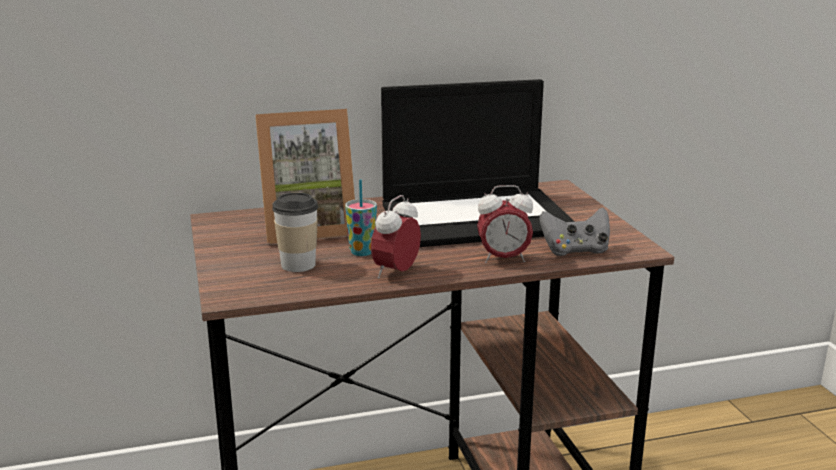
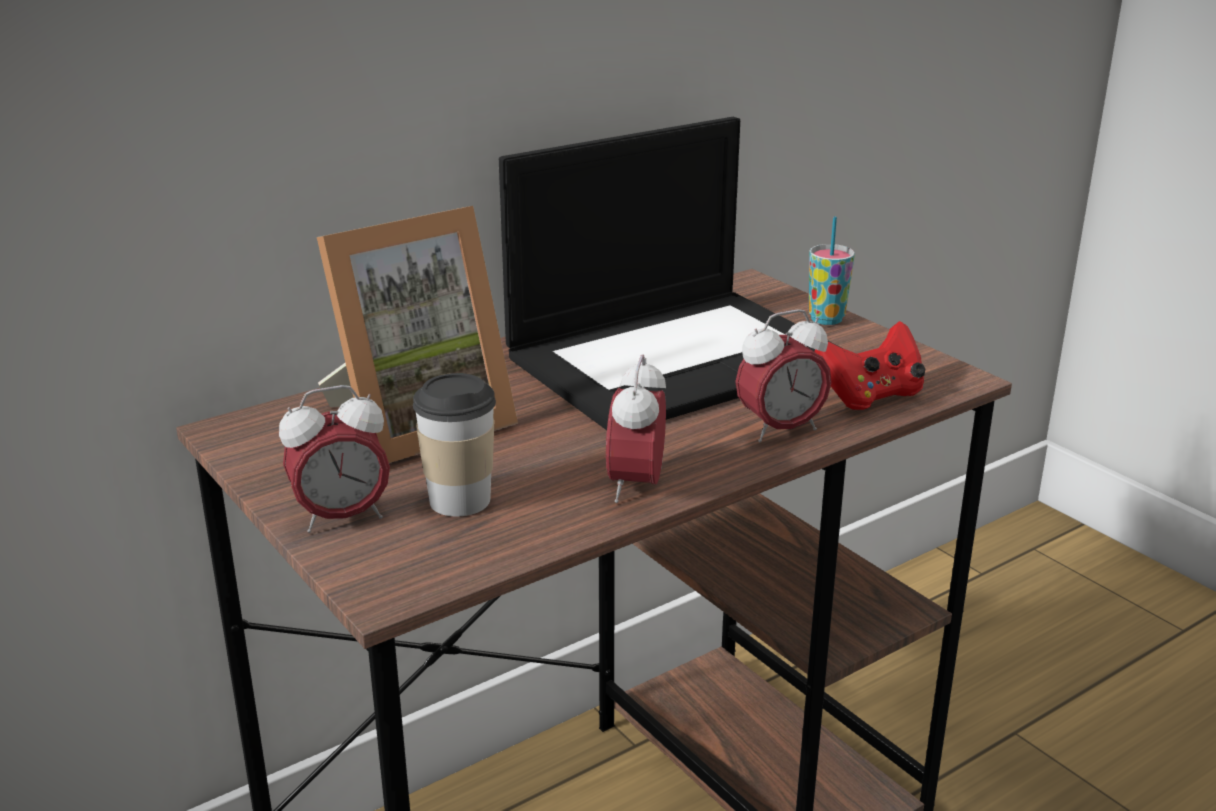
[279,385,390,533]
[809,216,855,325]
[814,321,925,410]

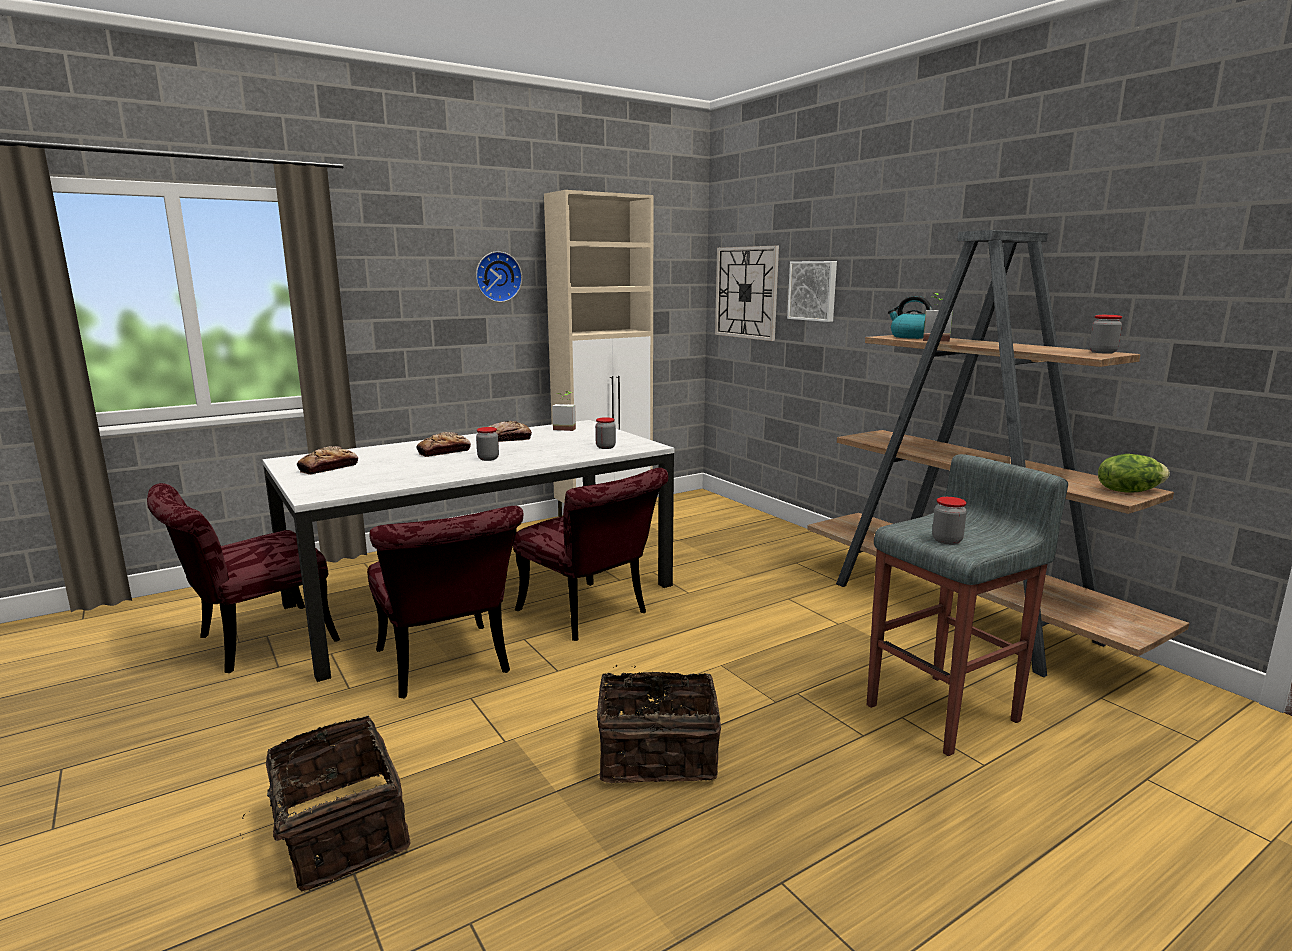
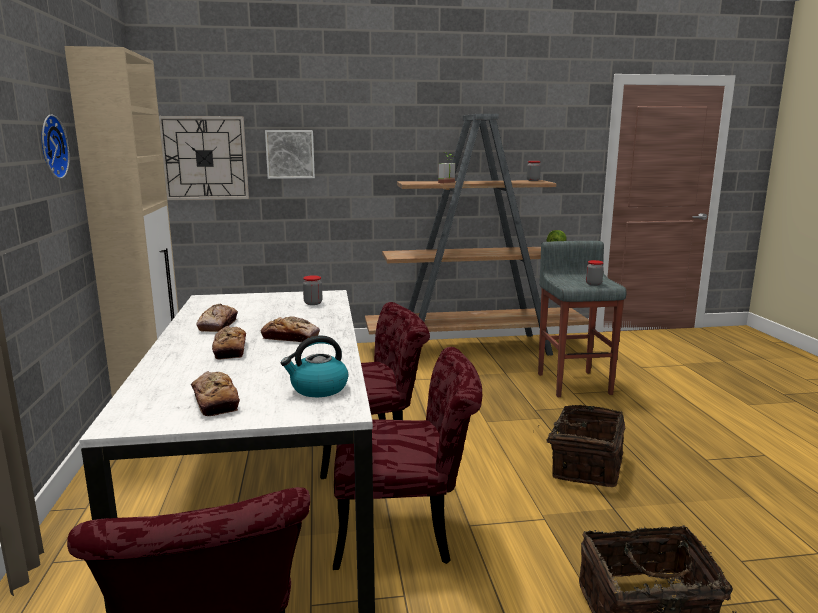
[261,316,320,342]
[281,335,348,397]
[552,391,576,431] (first image)

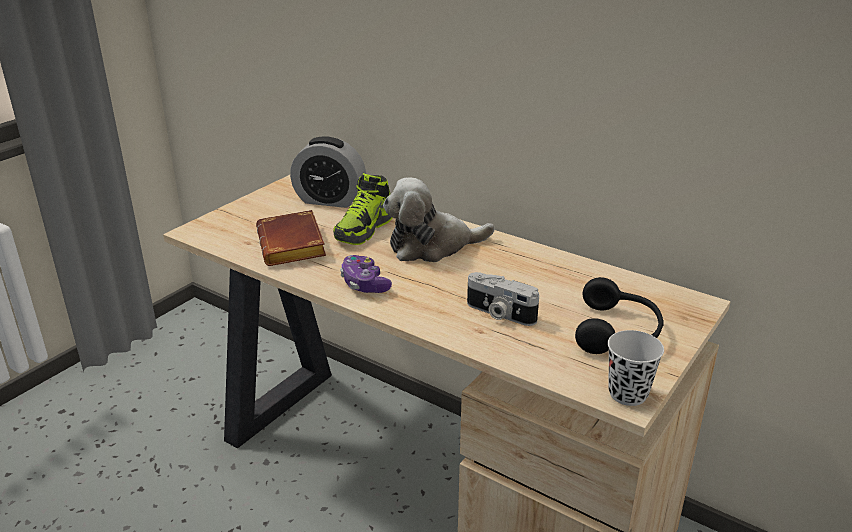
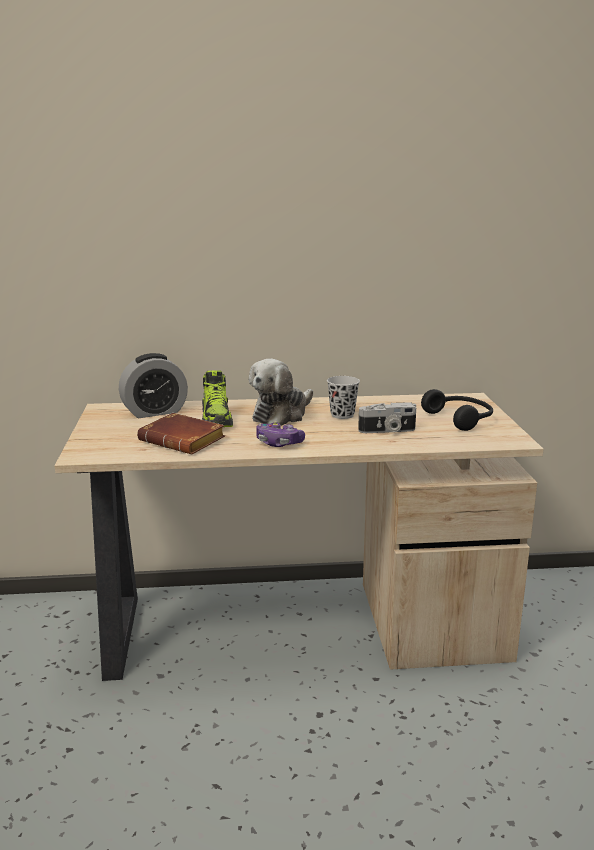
[327,376,360,419]

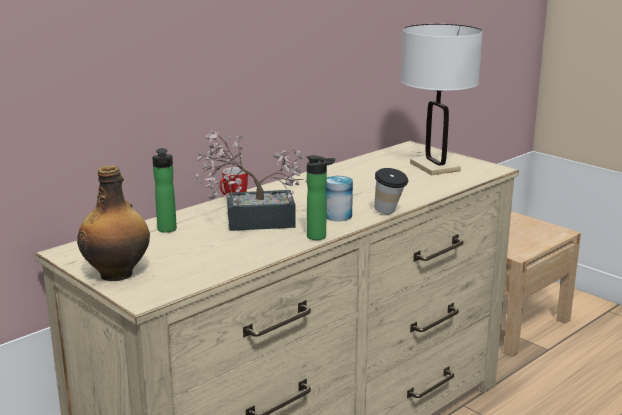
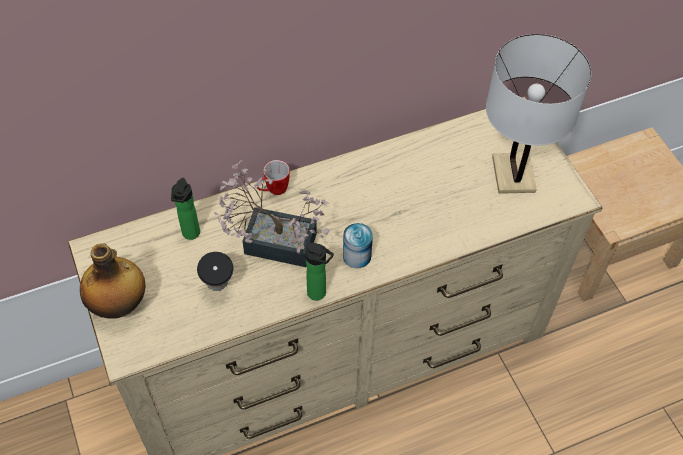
[197,252,234,291]

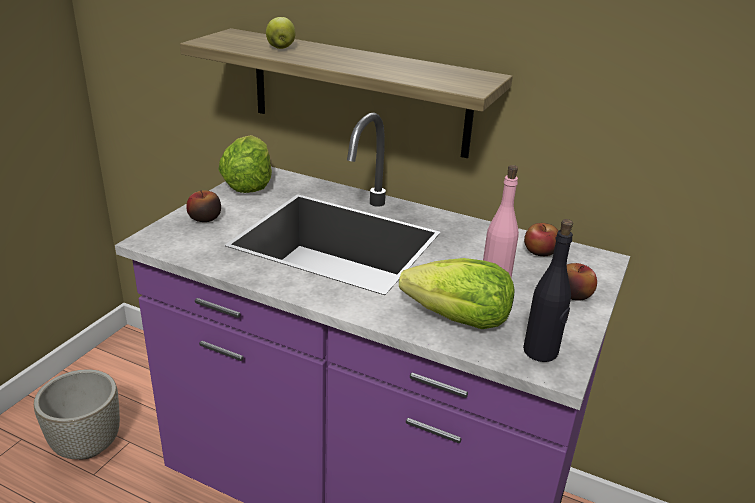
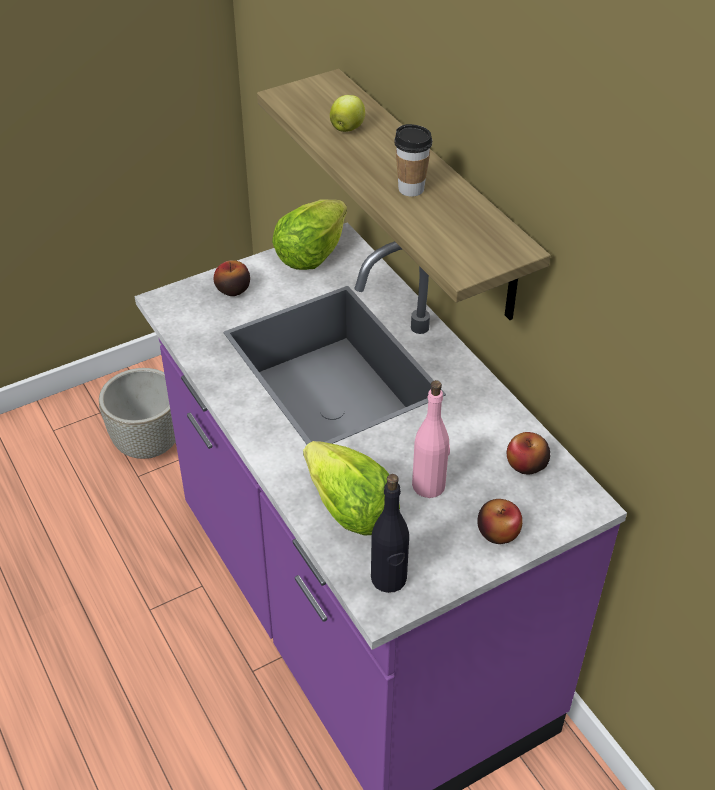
[394,124,432,197]

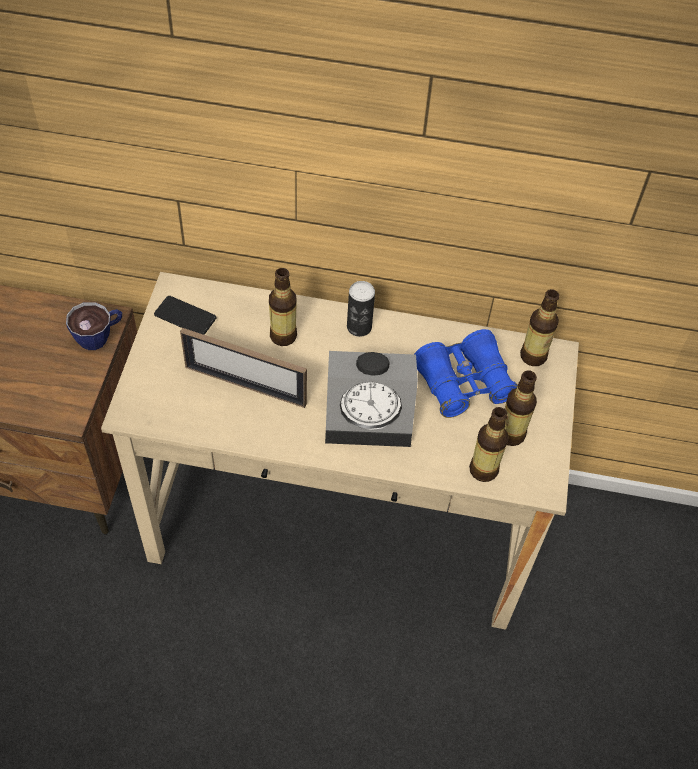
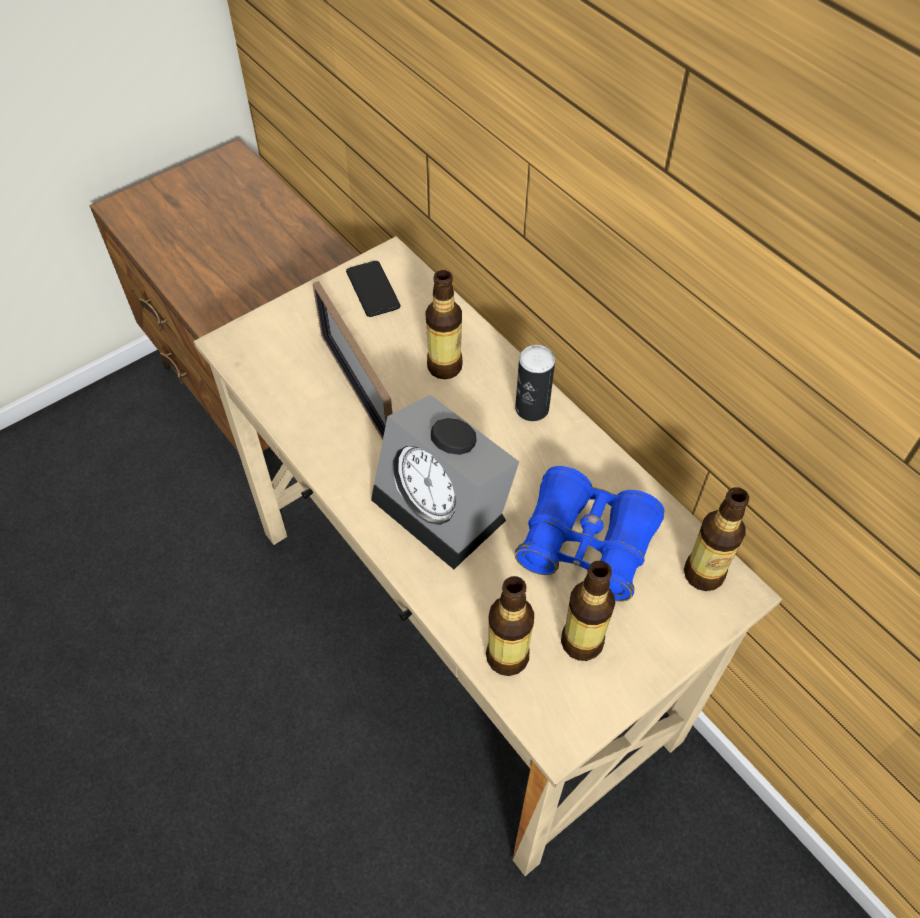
[66,302,122,350] (first image)

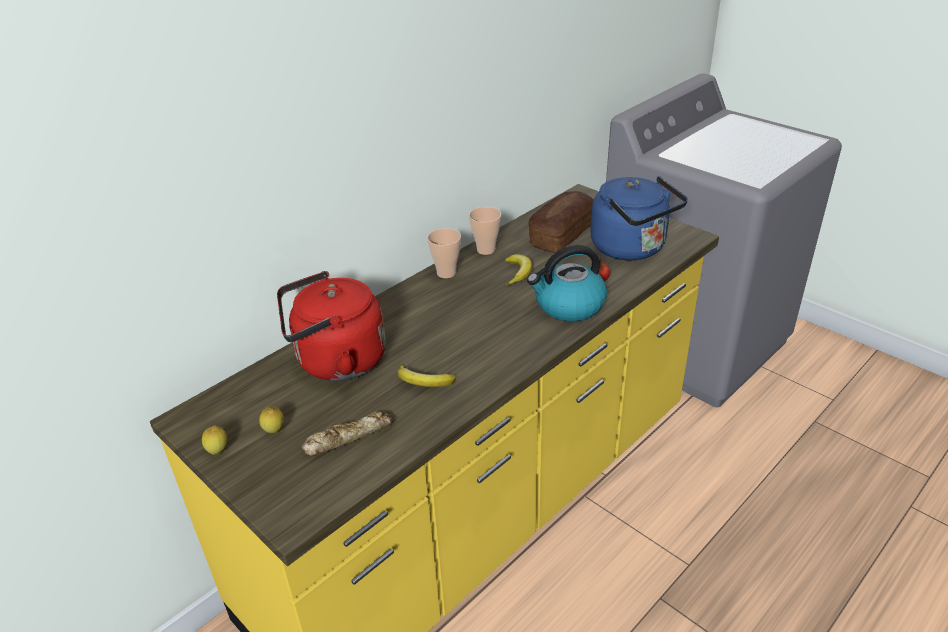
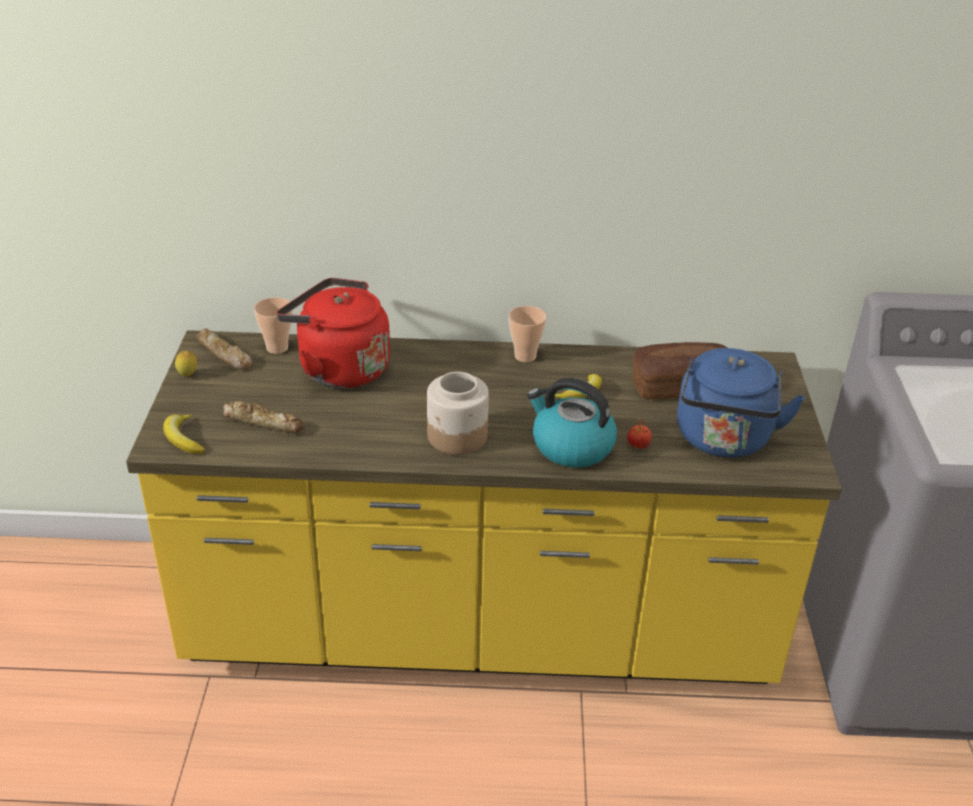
[163,414,205,454]
[196,328,252,370]
[254,297,292,354]
[427,372,489,455]
[259,407,284,433] (first image)

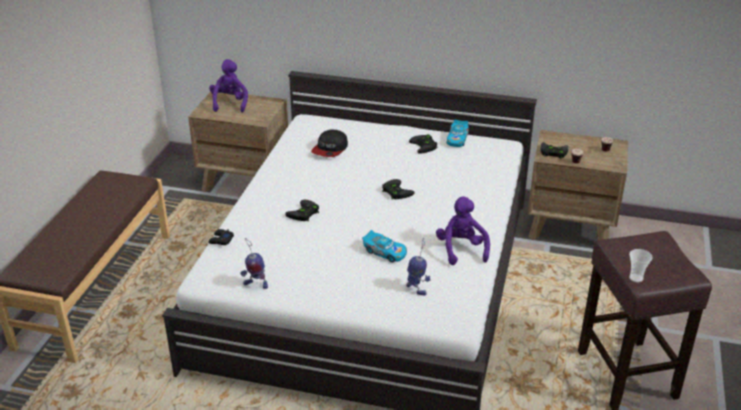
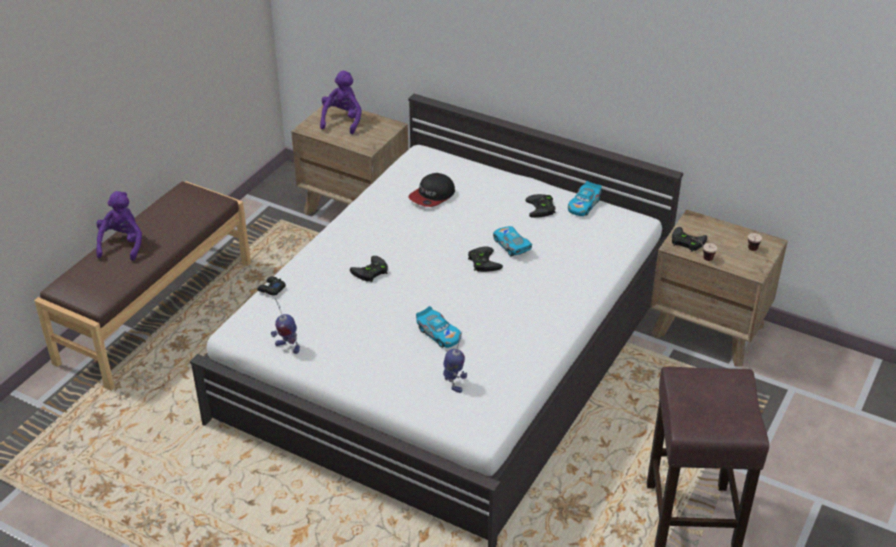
[96,191,142,261]
[493,226,532,256]
[629,249,653,282] (first image)

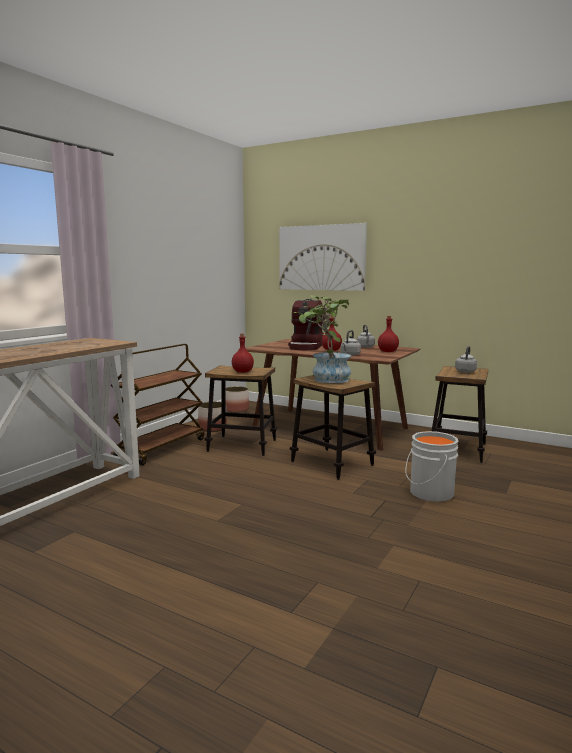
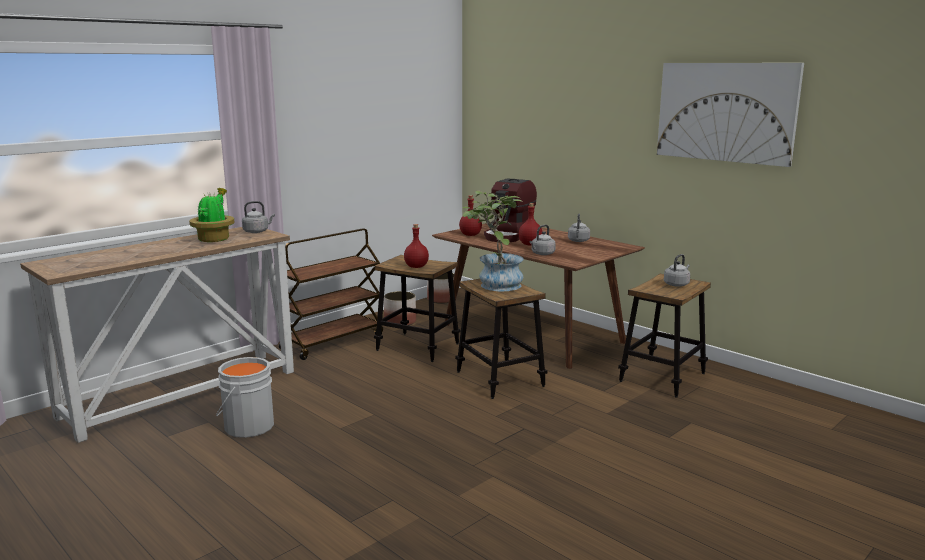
[189,188,234,242]
[216,357,274,438]
[242,201,275,233]
[459,196,482,236]
[657,63,804,167]

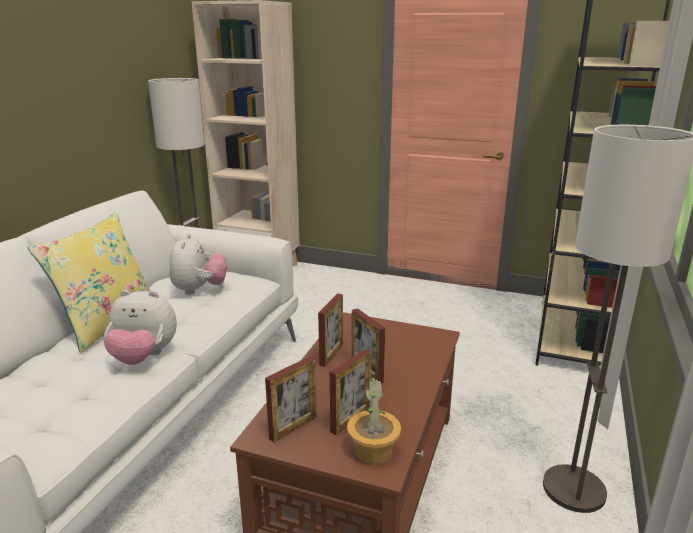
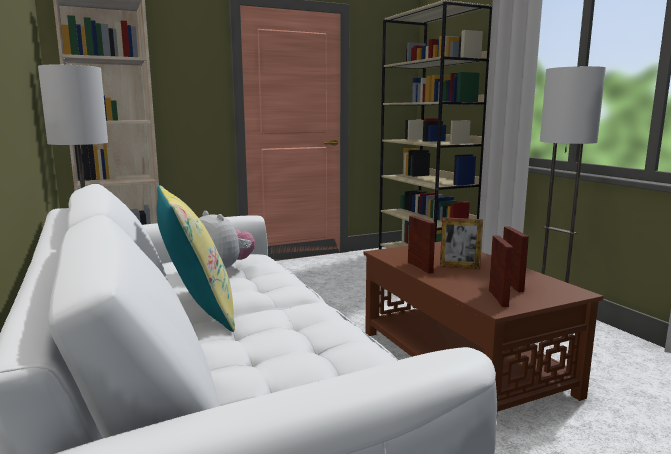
[104,290,177,365] (first image)
[347,376,401,464] (first image)

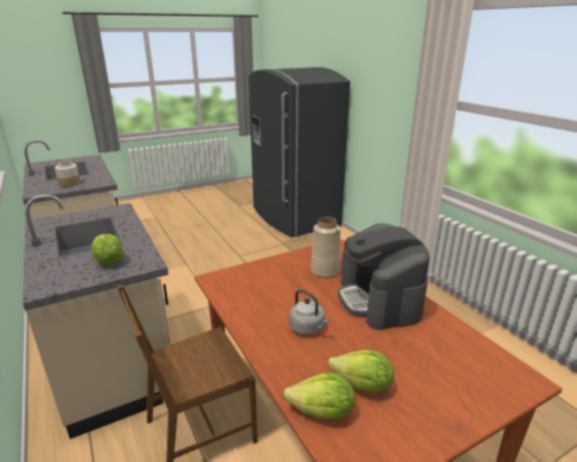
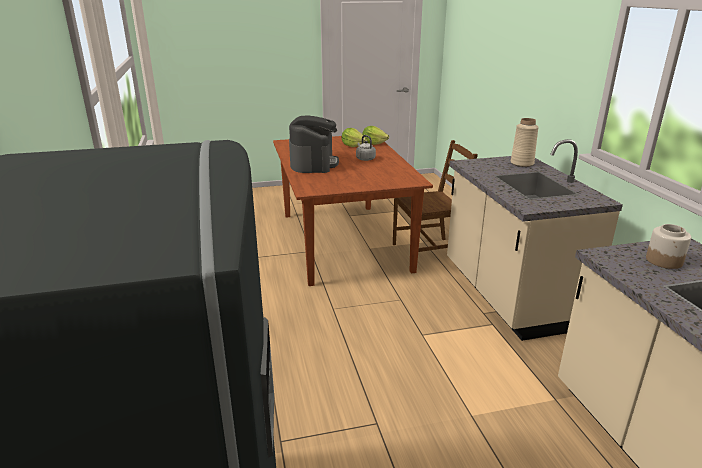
[511,118,539,167]
[91,234,124,265] (first image)

